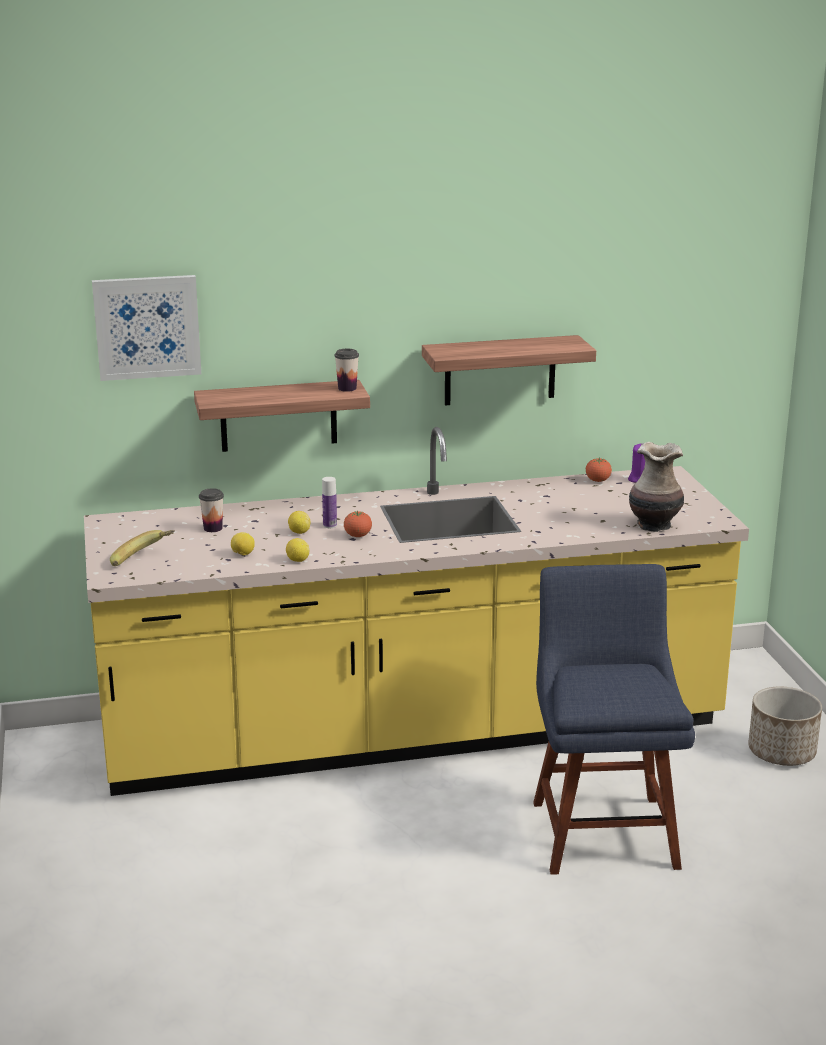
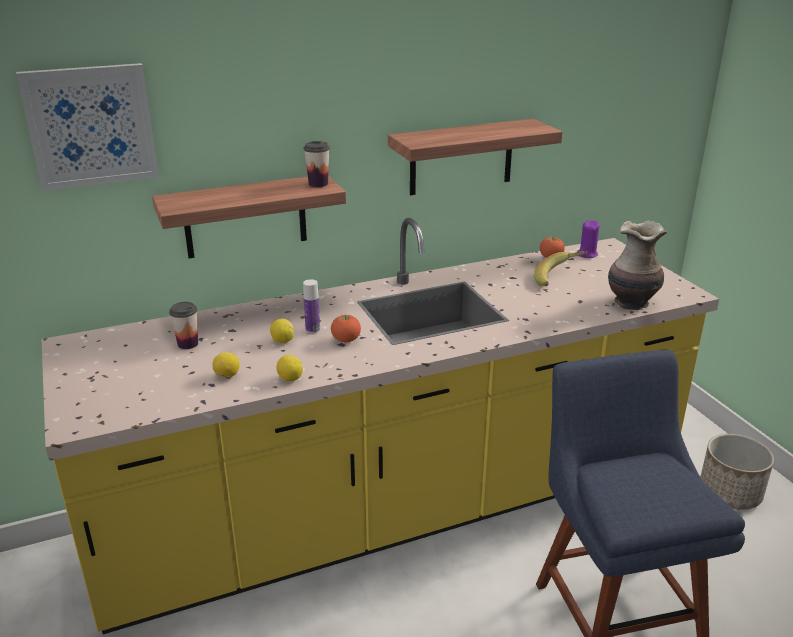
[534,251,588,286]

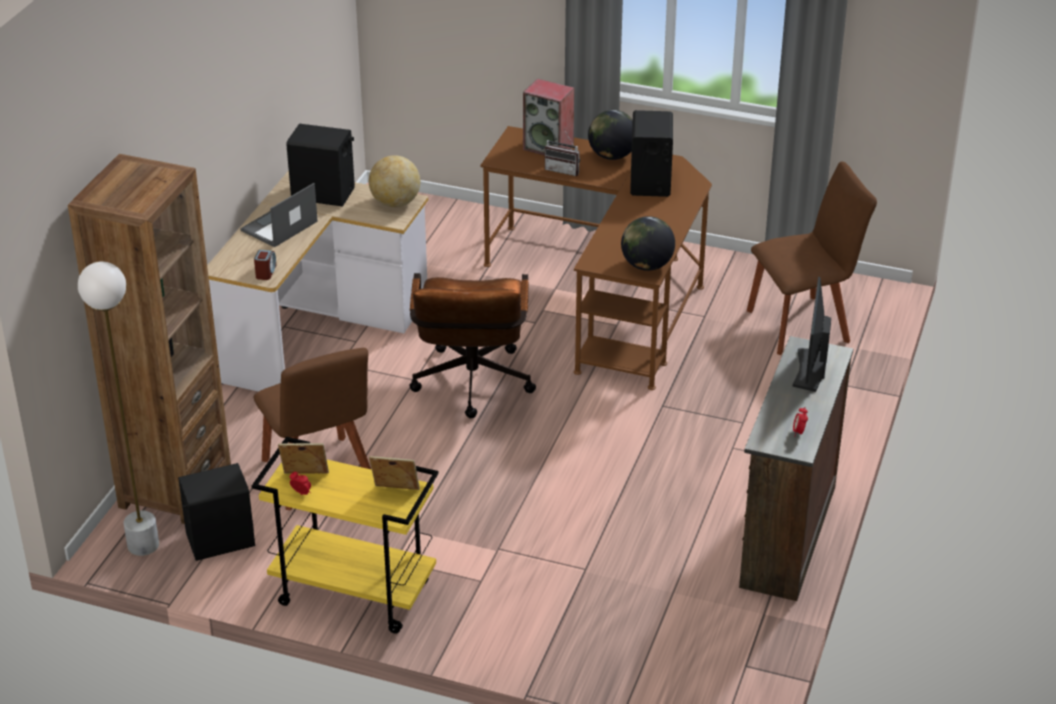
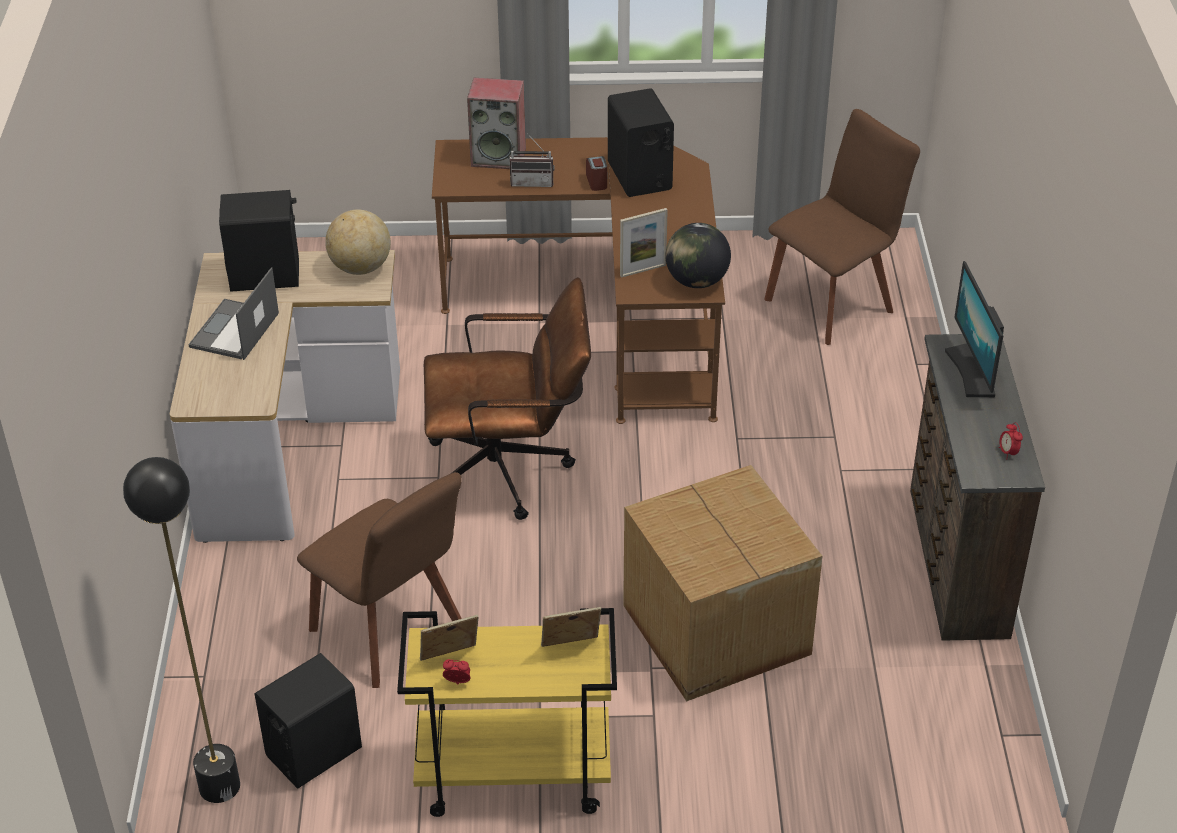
[123,457,240,803]
[424,277,591,520]
[586,156,608,191]
[620,208,668,278]
[623,465,822,702]
[68,154,231,524] (first image)
[588,110,633,160] (first image)

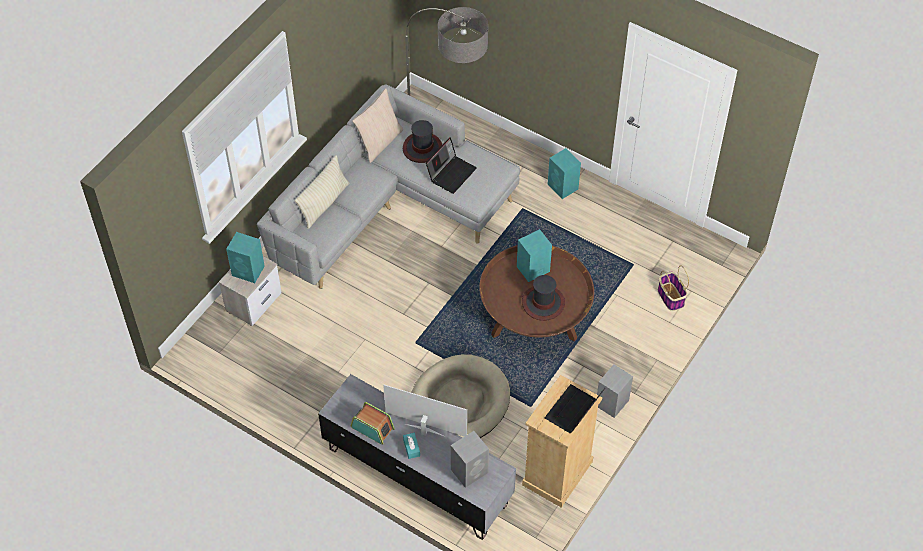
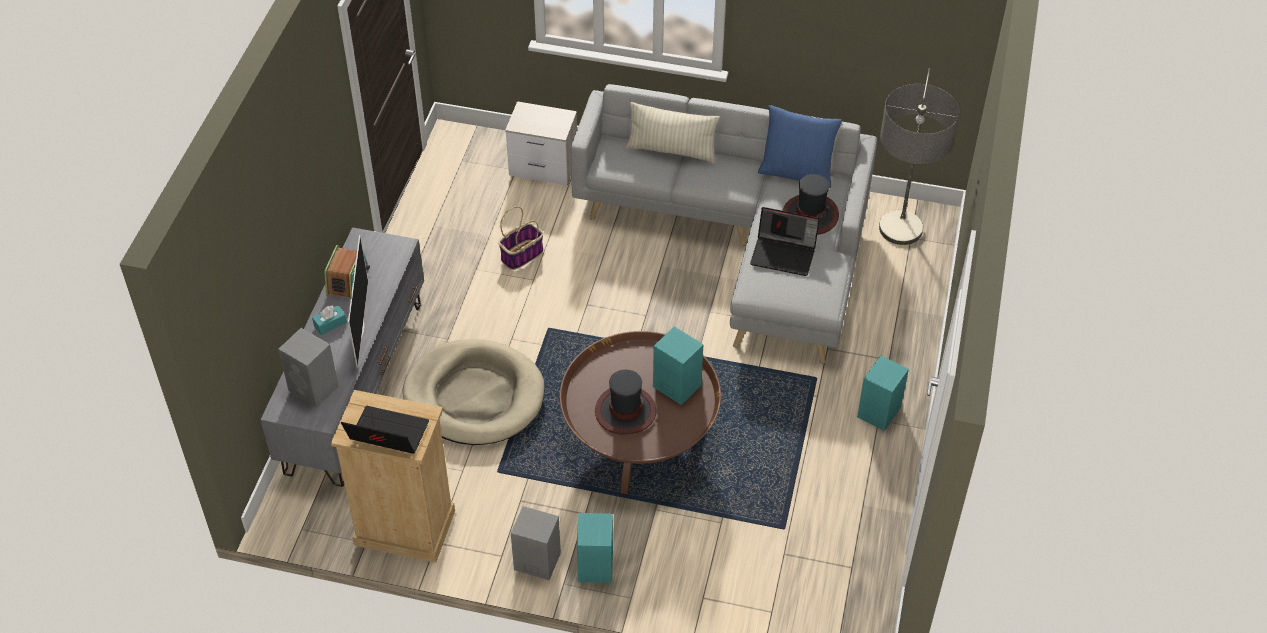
[498,206,543,270]
[577,513,613,583]
[758,105,842,188]

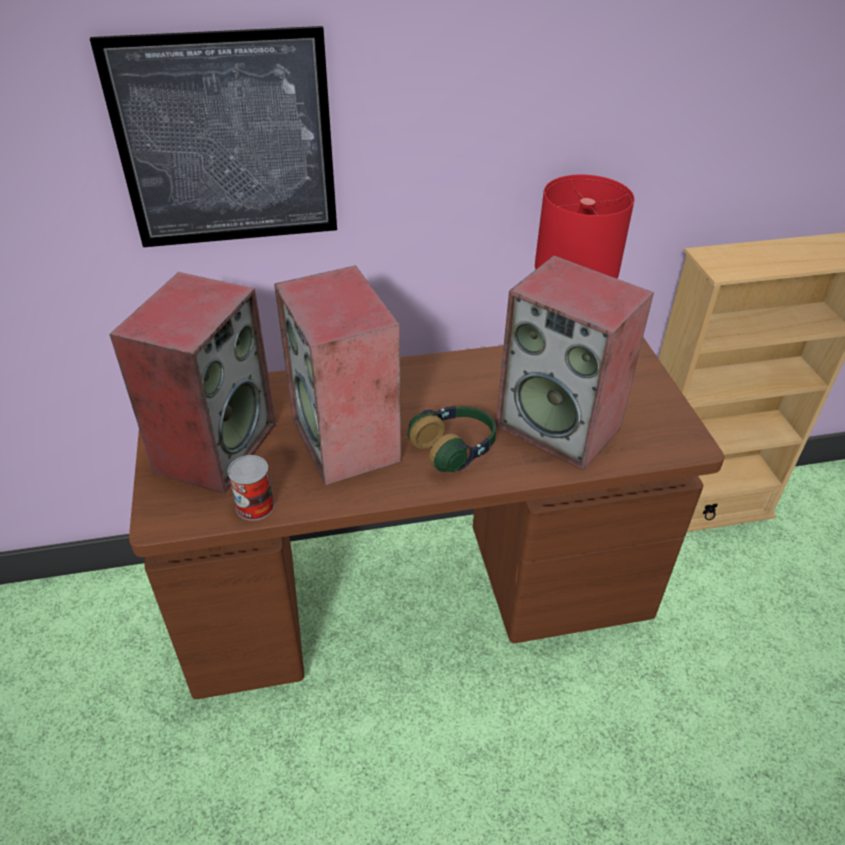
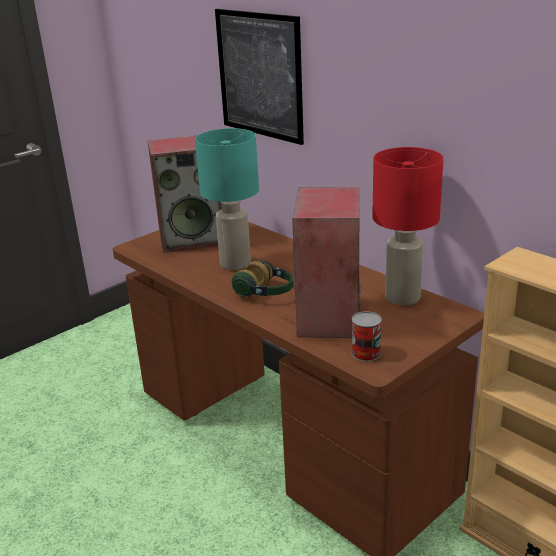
[195,128,259,270]
[352,311,382,361]

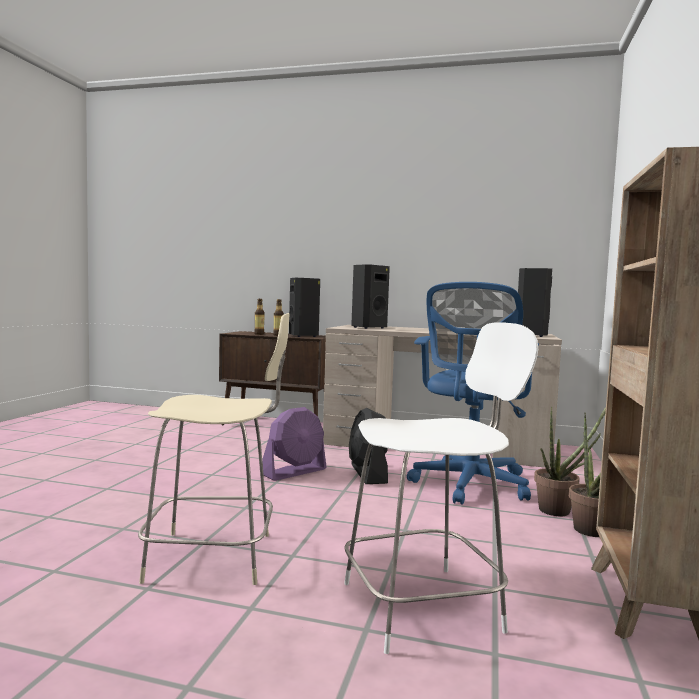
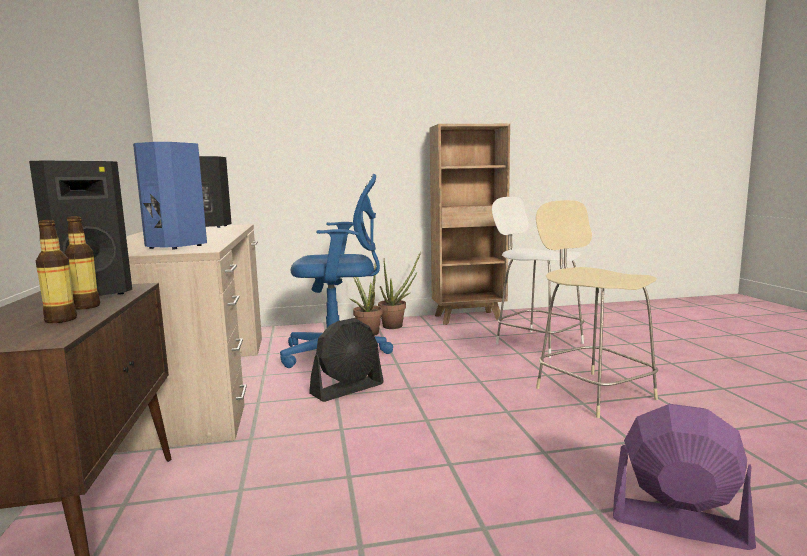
[133,142,207,249]
[613,404,756,550]

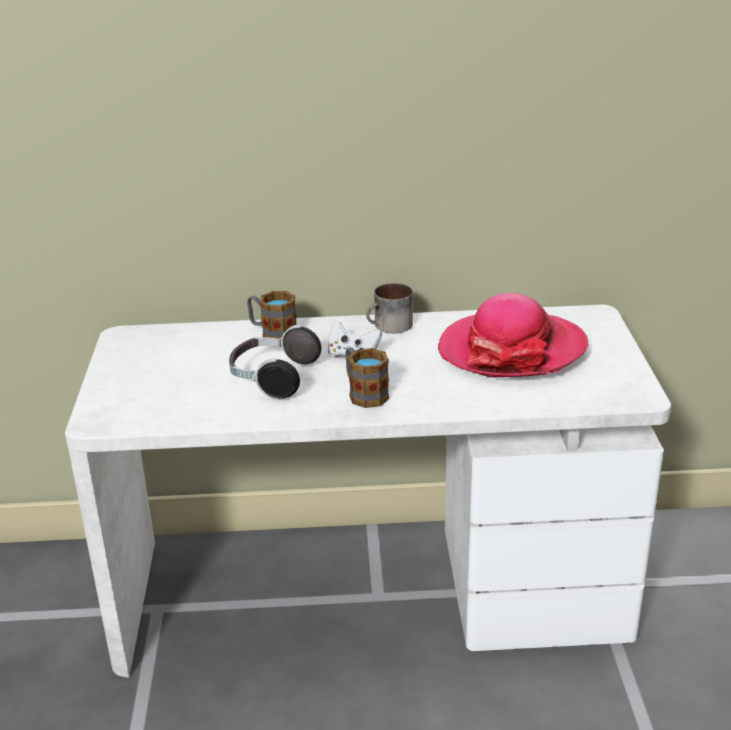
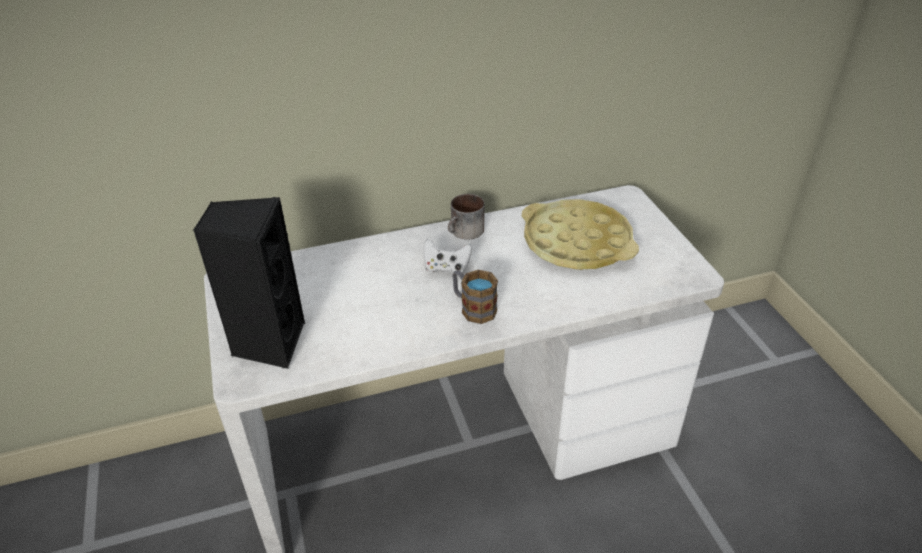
[193,197,305,369]
[522,199,639,270]
[229,324,321,400] (first image)
[247,291,297,339] (first image)

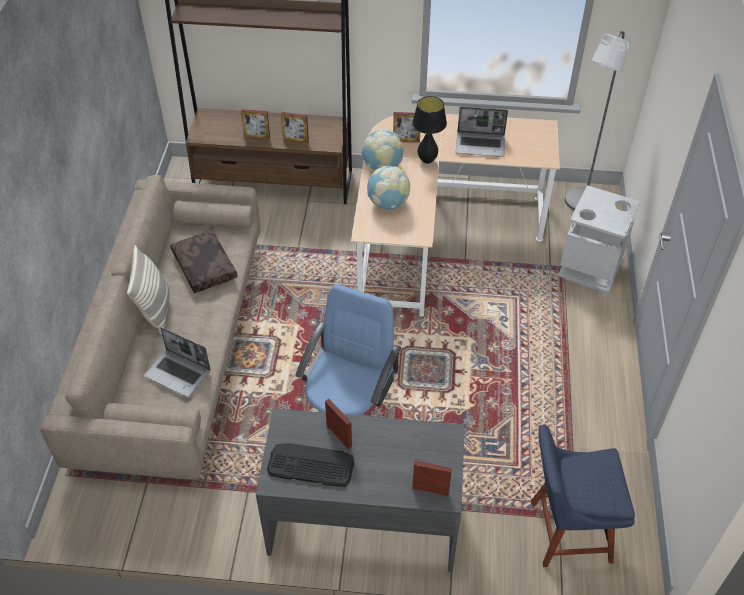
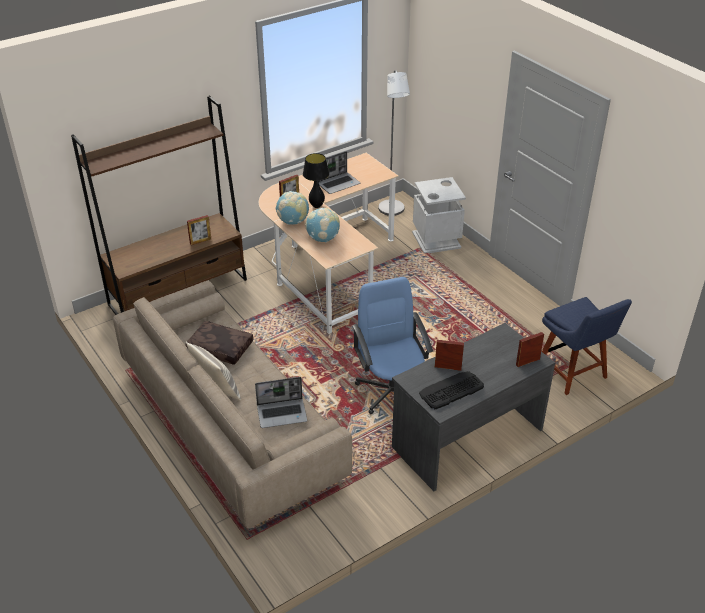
[542,297,632,395]
[241,109,270,139] (first image)

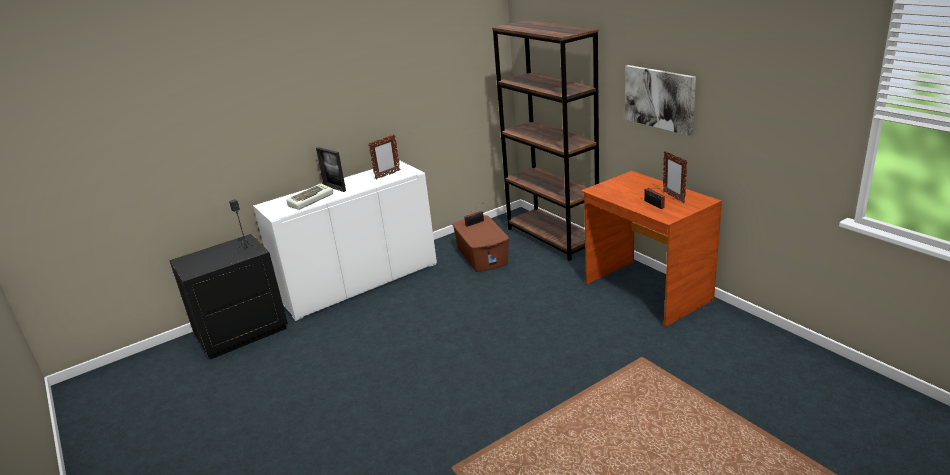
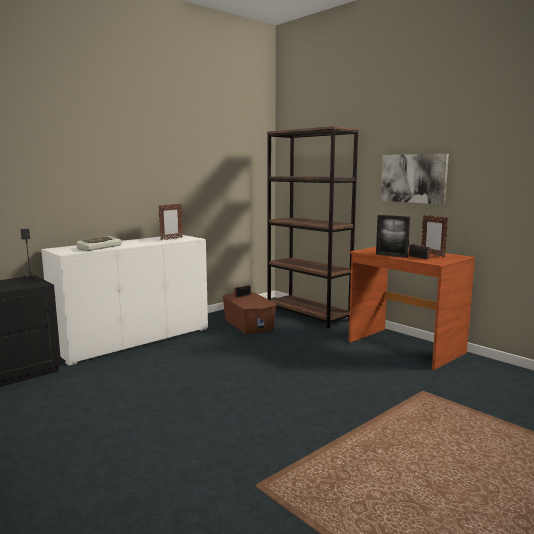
[376,215,410,258]

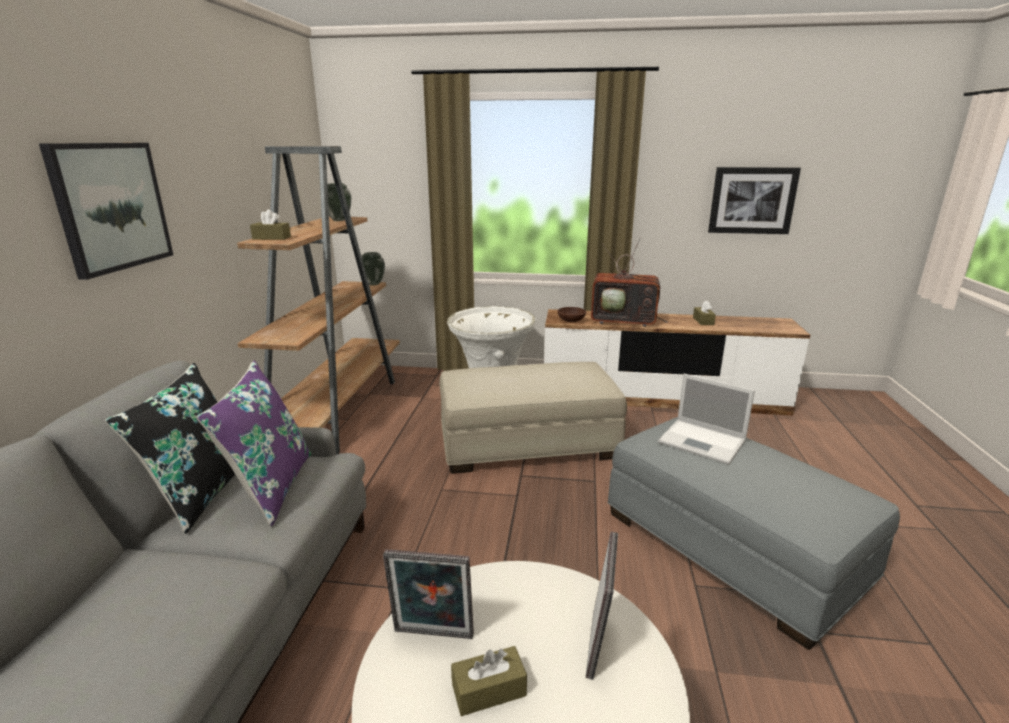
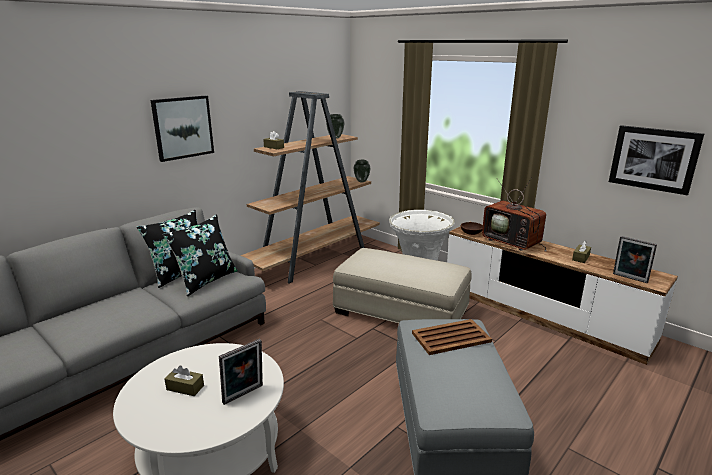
[163,214,238,296]
[412,319,492,355]
[613,236,657,283]

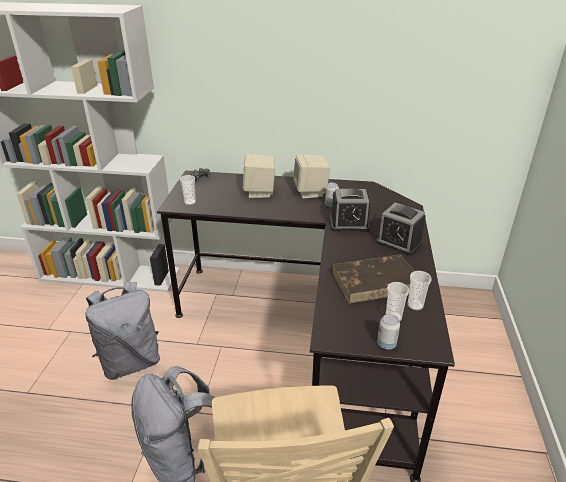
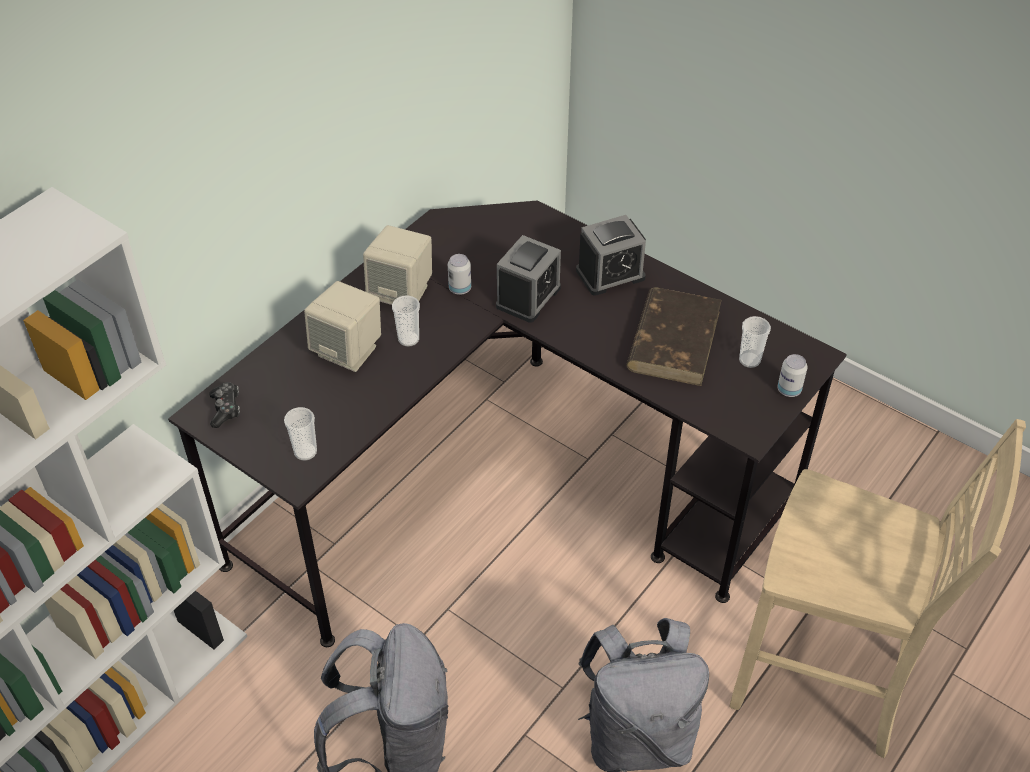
[392,295,420,347]

